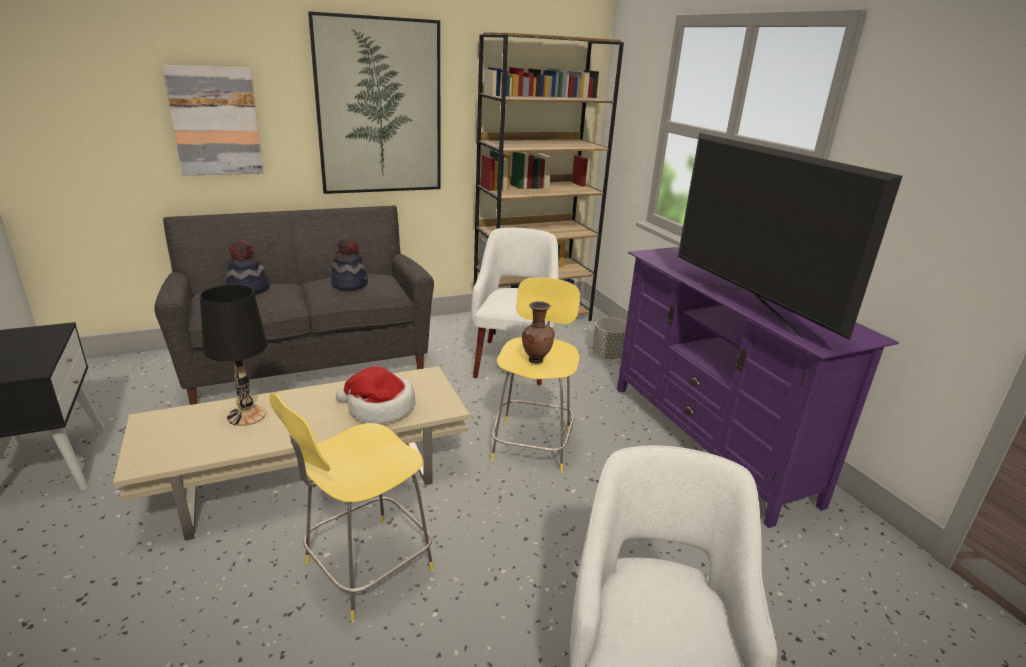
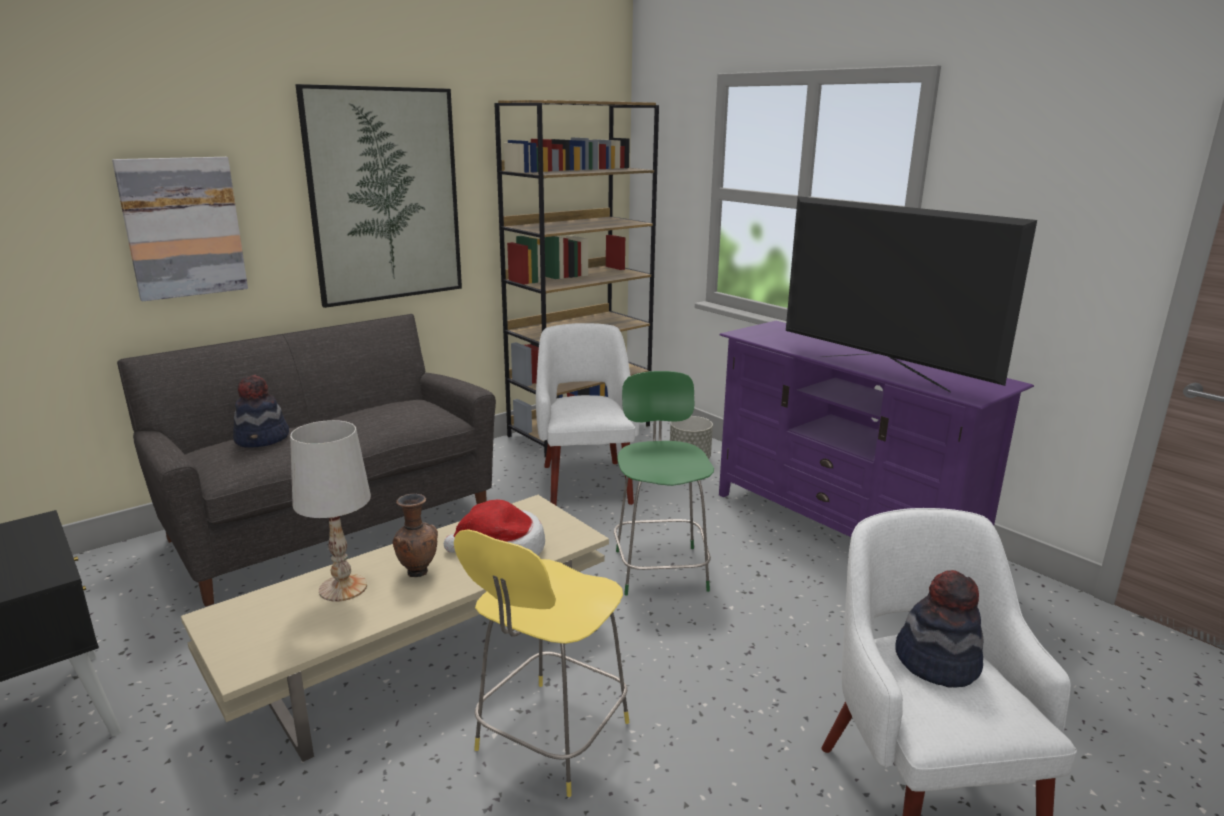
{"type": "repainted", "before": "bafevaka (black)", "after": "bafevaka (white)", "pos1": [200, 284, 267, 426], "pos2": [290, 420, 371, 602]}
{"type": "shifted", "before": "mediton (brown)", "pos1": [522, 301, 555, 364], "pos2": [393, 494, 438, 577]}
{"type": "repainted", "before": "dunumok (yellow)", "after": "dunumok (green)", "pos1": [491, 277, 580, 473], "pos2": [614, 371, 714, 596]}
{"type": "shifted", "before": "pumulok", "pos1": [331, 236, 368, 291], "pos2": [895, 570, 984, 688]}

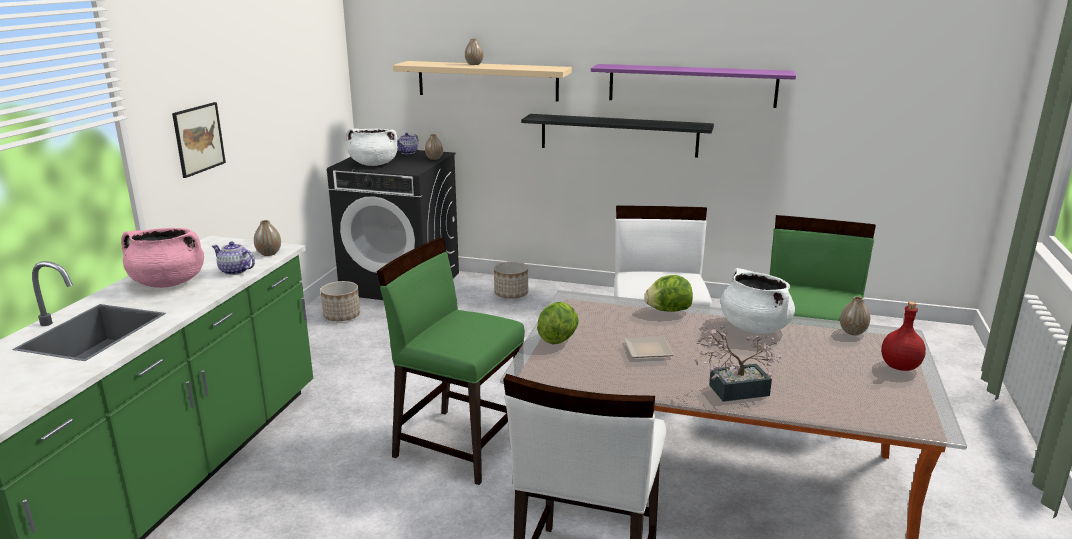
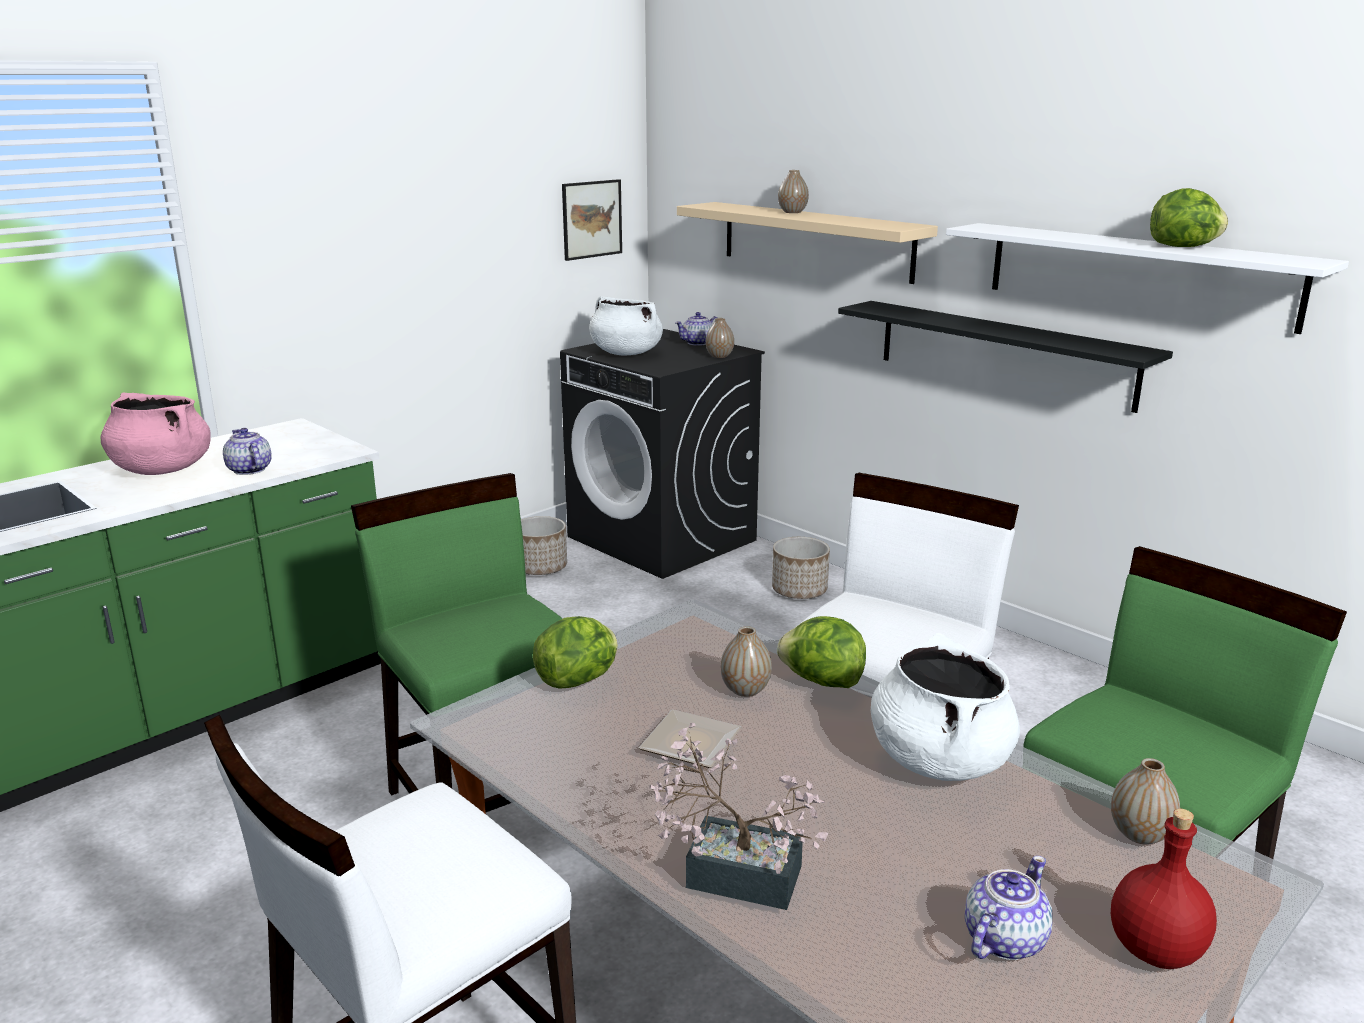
{"type": "shifted", "before": "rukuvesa", "pos1": [172, 102, 226, 178], "pos2": [562, 179, 622, 261]}
{"type": "shifted", "before": "mediton", "pos1": [254, 220, 281, 256], "pos2": [721, 626, 772, 697]}
{"type": "repainted", "before": "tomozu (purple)", "after": "tomozu (white)", "pos1": [591, 64, 796, 108], "pos2": [946, 223, 1349, 334]}
{"type": "new", "after": "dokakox", "pos2": [965, 856, 1052, 960]}
{"type": "new", "after": "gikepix", "pos2": [1150, 188, 1228, 247]}

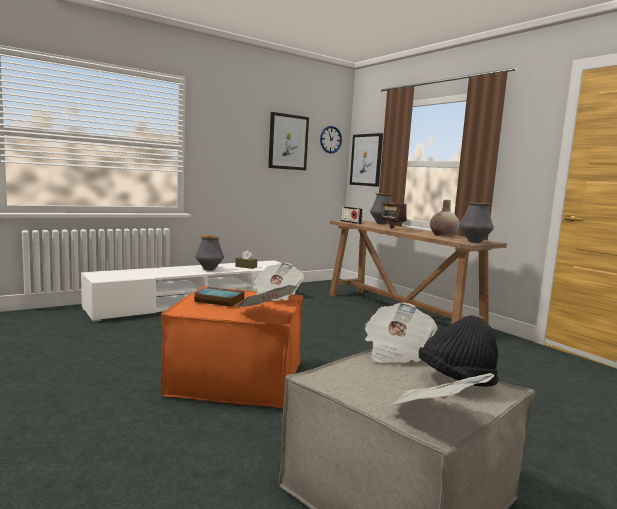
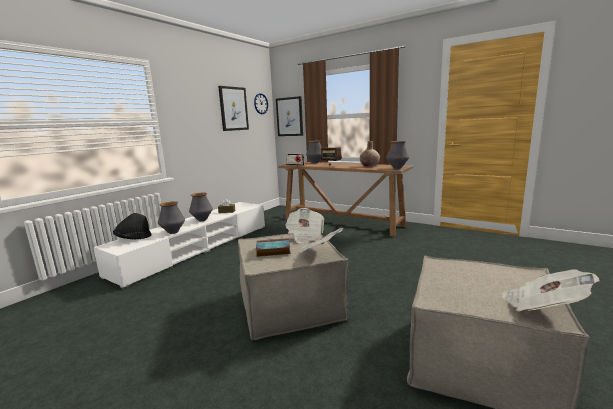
{"type": "shifted", "before": "pumulok (black)", "pos1": [419, 315, 498, 387], "pos2": [113, 213, 151, 240]}
{"type": "new", "after": "mediton", "pos2": [158, 201, 185, 234]}
{"type": "repainted", "before": "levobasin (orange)", "after": "levobasin (beige)", "pos1": [161, 286, 303, 409], "pos2": [238, 233, 349, 340]}
{"type": "gone", "before": "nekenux", "pos1": [365, 302, 437, 363]}

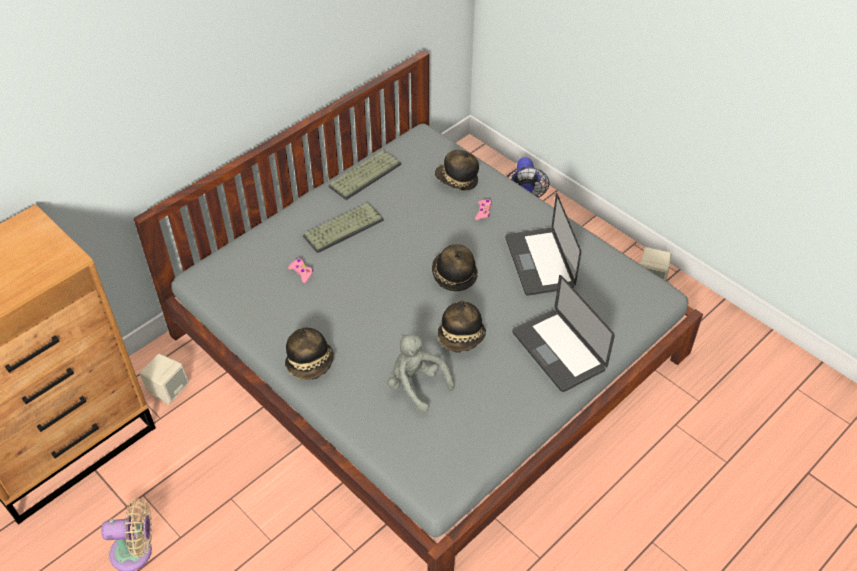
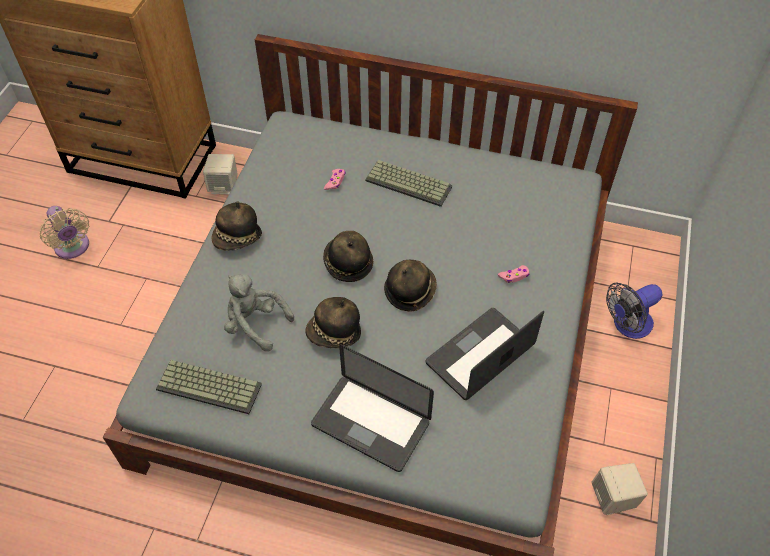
{"type": "shifted", "before": "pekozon", "pos1": [329, 150, 402, 200], "pos2": [156, 360, 262, 414]}
{"type": "rotated", "before": "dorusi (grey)", "pos1": [387, 334, 455, 413], "pos2": [224, 274, 294, 352], "turn": -75}
{"type": "rotated", "before": "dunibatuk", "pos1": [512, 275, 615, 392], "pos2": [311, 345, 434, 472], "turn": -90}
{"type": "shifted", "before": "pumulok", "pos1": [435, 150, 479, 191], "pos2": [323, 231, 373, 282]}

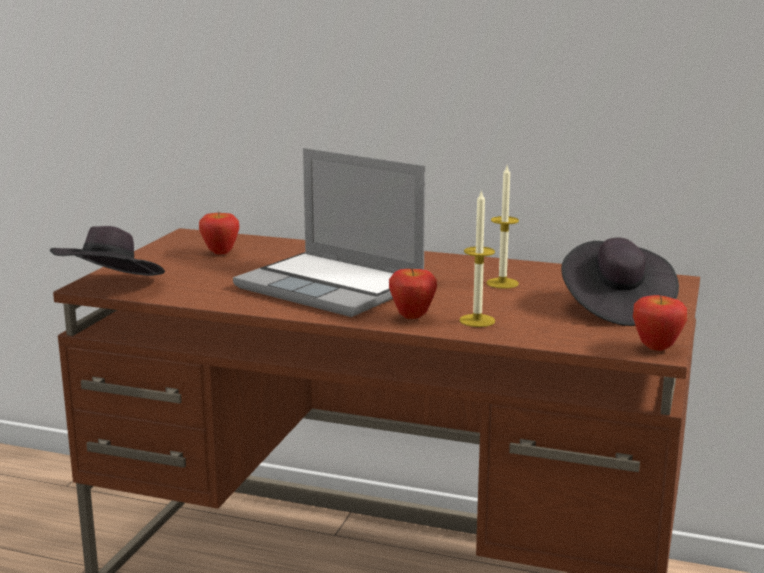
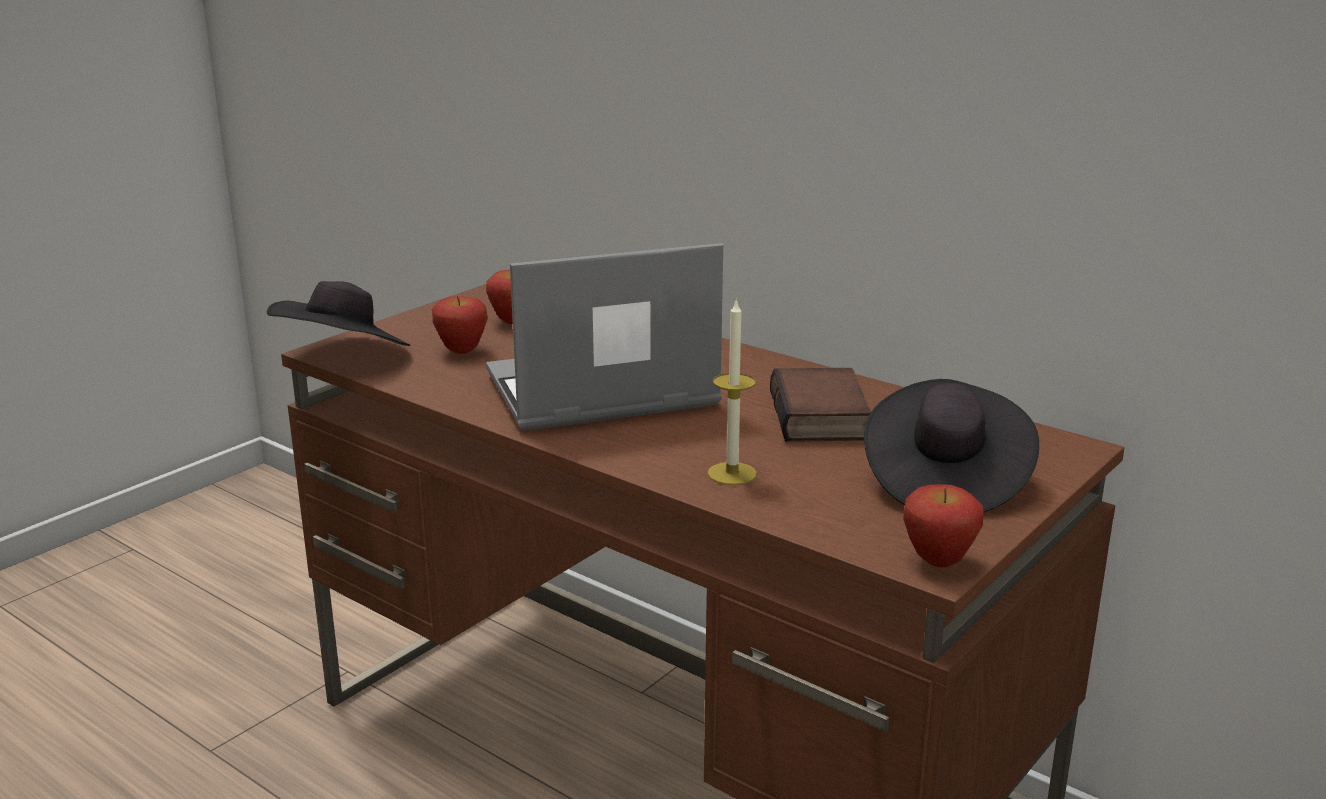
{"type": "shifted", "before": "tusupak", "pos1": [389, 268, 437, 319], "pos2": [432, 296, 488, 354]}
{"type": "rotated", "before": "dunibatuk", "pos1": [233, 148, 425, 317], "pos2": [486, 243, 723, 431], "turn": 105}
{"type": "swapped", "before": "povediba", "after": "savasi", "pos1": [486, 166, 519, 289], "pos2": [770, 368, 871, 442]}

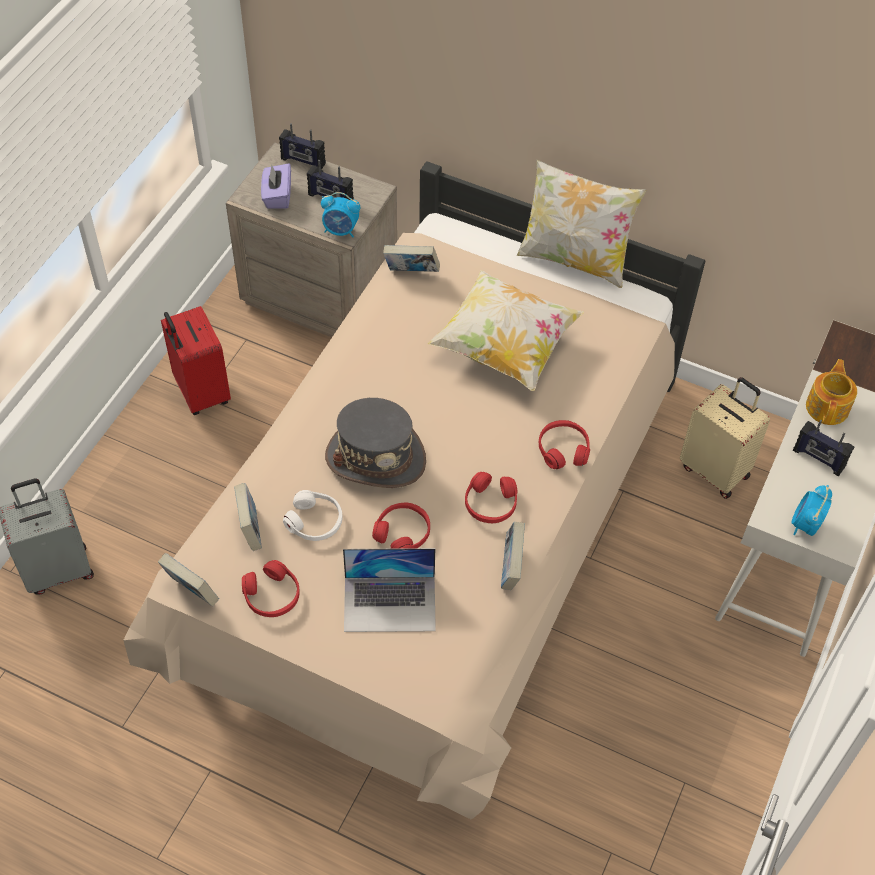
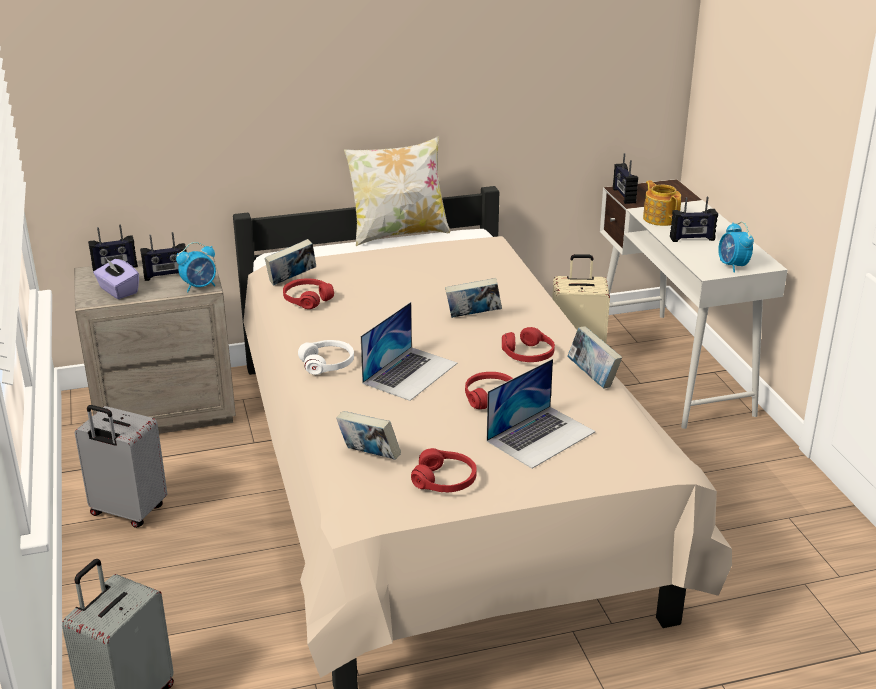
{"type": "repainted", "before": "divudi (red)", "after": "divudi (grey)", "pos1": [161, 306, 231, 415], "pos2": [75, 405, 167, 528]}
{"type": "shifted", "before": "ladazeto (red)", "pos1": [539, 420, 590, 469], "pos2": [283, 279, 334, 309]}
{"type": "shifted", "before": "ladazeto (white)", "pos1": [283, 490, 343, 541], "pos2": [298, 340, 354, 375]}
{"type": "swapped", "before": "pumulok (grey)", "after": "dunibatuk", "pos1": [325, 398, 426, 488], "pos2": [361, 302, 457, 401]}
{"type": "shifted", "before": "savasi", "pos1": [158, 553, 219, 606], "pos2": [445, 278, 502, 318]}
{"type": "new", "after": "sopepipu", "pos2": [613, 153, 638, 204]}
{"type": "gone", "before": "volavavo", "pos1": [427, 270, 584, 391]}

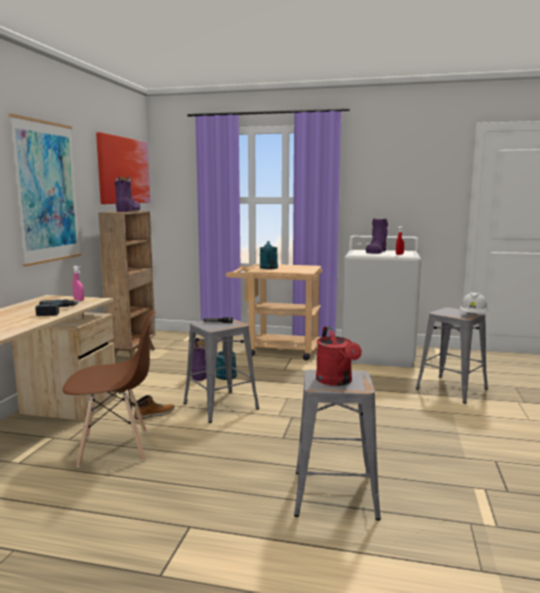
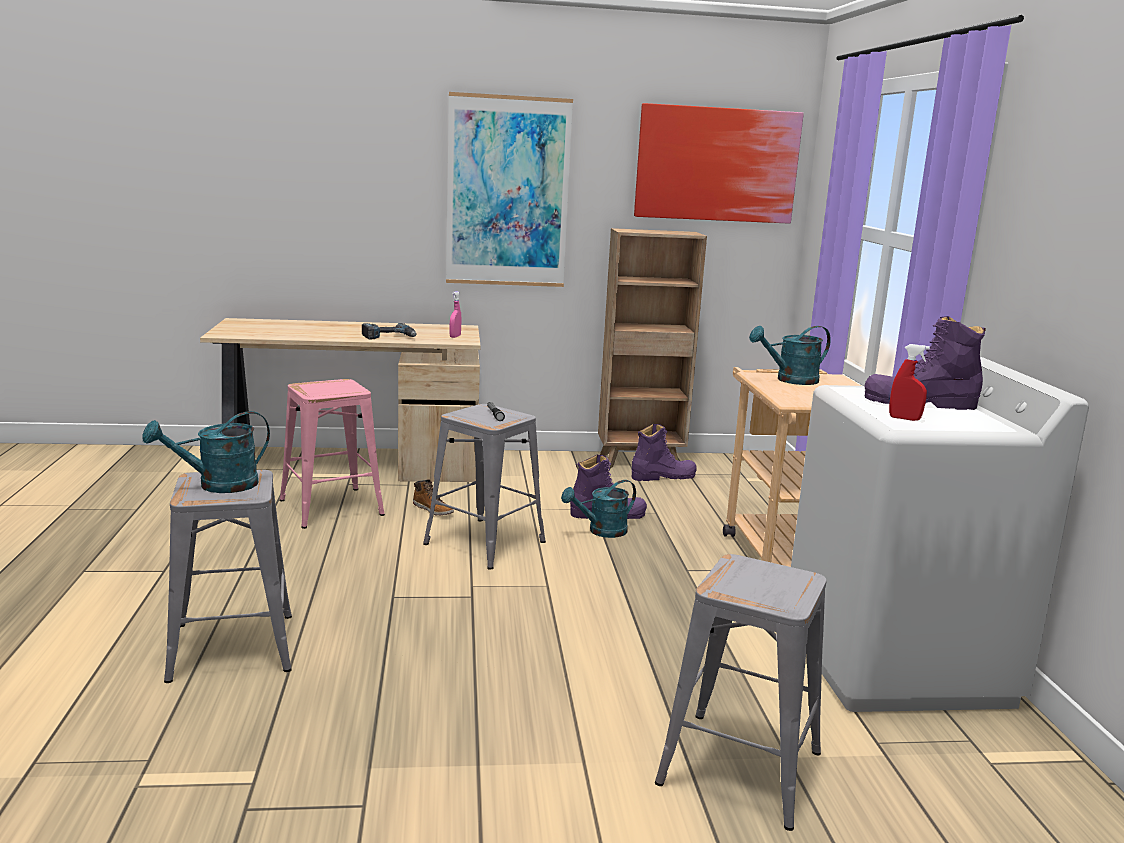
{"type": "repainted", "before": "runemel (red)", "after": "runemel (turquoise)", "pos1": [316, 326, 362, 386], "pos2": [142, 411, 270, 493]}
{"type": "swapped", "before": "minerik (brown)", "after": "dunumok (pink)", "pos1": [63, 310, 156, 468], "pos2": [279, 379, 385, 529]}
{"type": "shifted", "before": "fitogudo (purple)", "pos1": [115, 177, 140, 212], "pos2": [631, 424, 697, 481]}
{"type": "gone", "before": "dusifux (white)", "pos1": [460, 292, 488, 313]}

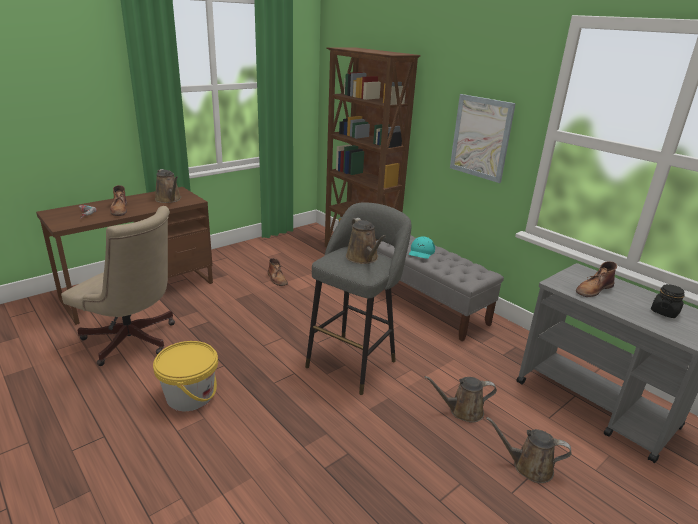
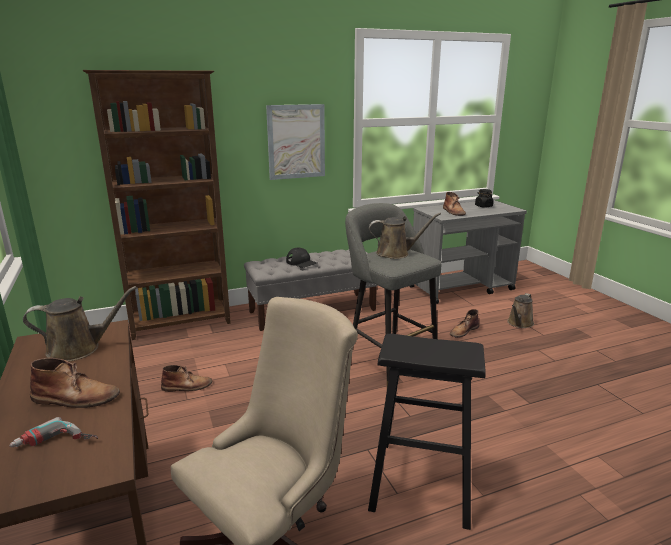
{"type": "repainted", "before": "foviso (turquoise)", "after": "foviso (black)", "pos1": [409, 237, 435, 259], "pos2": [286, 248, 317, 268]}
{"type": "swapped", "before": "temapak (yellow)", "after": "dunumok (black)", "pos1": [153, 341, 218, 411], "pos2": [368, 334, 486, 530]}
{"type": "swapped", "before": "runemel (brown)", "after": "fitogudo (brown)", "pos1": [424, 376, 497, 423], "pos2": [450, 309, 479, 338]}

